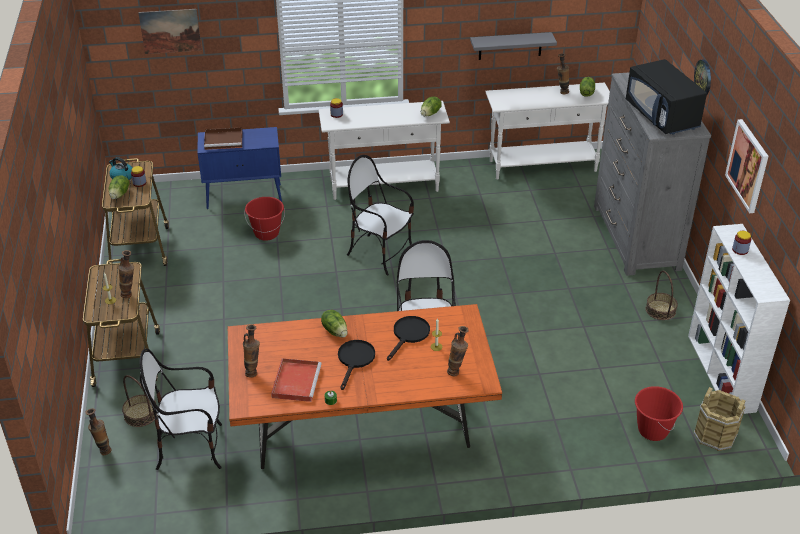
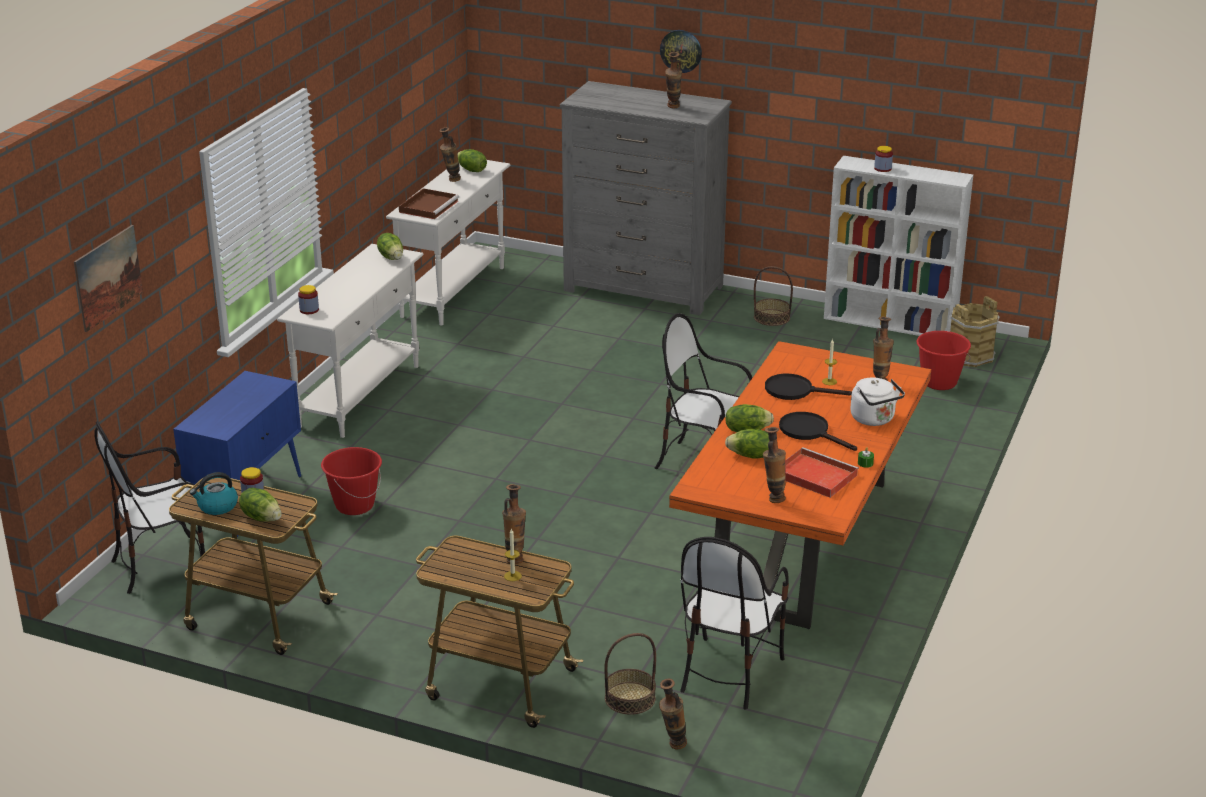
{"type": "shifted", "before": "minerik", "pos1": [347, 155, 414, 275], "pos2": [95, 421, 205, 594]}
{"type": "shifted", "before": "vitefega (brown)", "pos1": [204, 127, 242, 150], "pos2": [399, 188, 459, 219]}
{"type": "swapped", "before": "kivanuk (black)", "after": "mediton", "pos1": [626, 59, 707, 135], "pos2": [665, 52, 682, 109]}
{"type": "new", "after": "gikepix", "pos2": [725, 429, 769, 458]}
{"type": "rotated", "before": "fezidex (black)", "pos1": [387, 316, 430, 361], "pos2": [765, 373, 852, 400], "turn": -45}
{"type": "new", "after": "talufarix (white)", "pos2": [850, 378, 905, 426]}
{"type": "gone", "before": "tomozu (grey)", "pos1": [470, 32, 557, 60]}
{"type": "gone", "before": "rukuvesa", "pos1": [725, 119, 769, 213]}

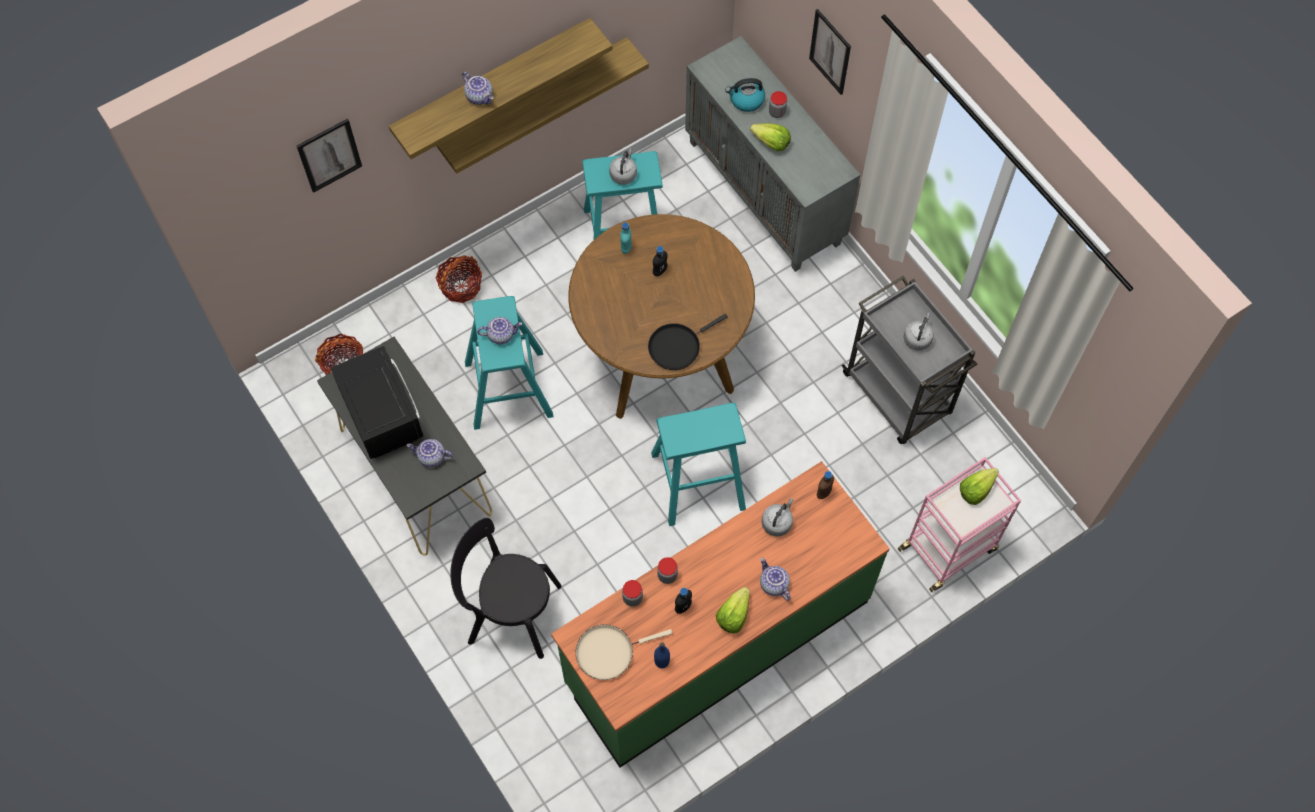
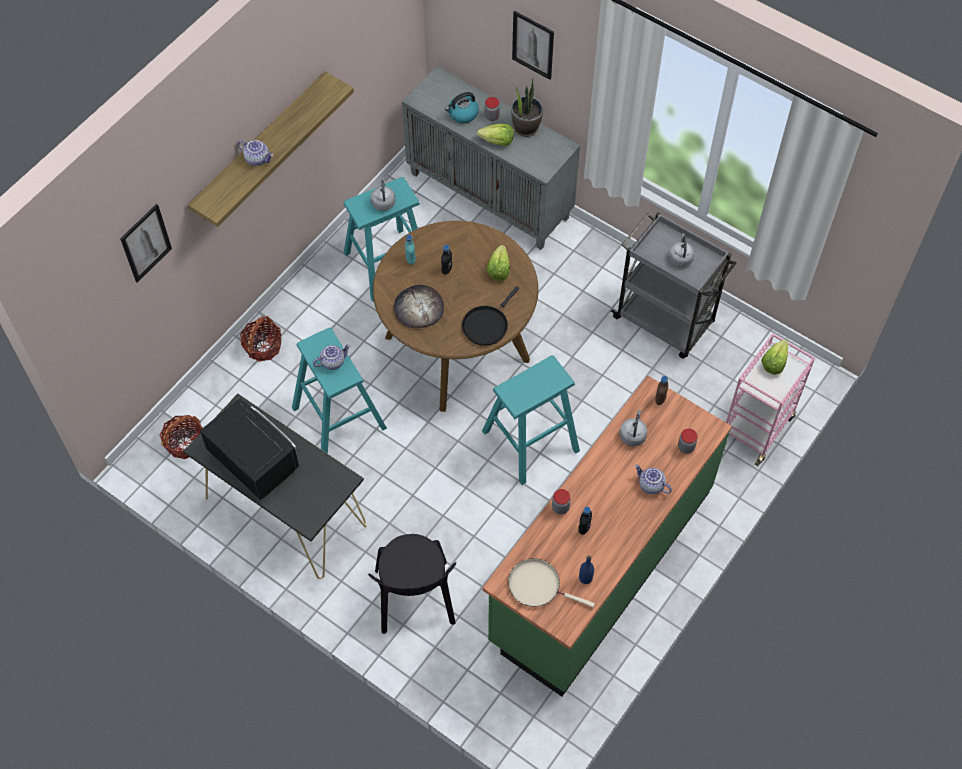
{"type": "rotated", "before": "minerik (black)", "pos1": [450, 518, 561, 659], "pos2": [368, 534, 456, 634], "turn": -90}
{"type": "new", "after": "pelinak", "pos2": [394, 285, 444, 328]}
{"type": "shifted", "before": "gikepix", "pos1": [716, 587, 750, 634], "pos2": [487, 245, 510, 281]}
{"type": "rotated", "before": "fezidex (beige)", "pos1": [575, 624, 672, 680], "pos2": [508, 558, 595, 608], "turn": 60}
{"type": "new", "after": "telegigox", "pos2": [511, 78, 543, 137]}
{"type": "shifted", "before": "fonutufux", "pos1": [622, 580, 643, 607], "pos2": [678, 429, 698, 454]}
{"type": "gone", "before": "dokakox", "pos1": [407, 439, 453, 467]}
{"type": "gone", "before": "tomozu", "pos1": [436, 37, 649, 174]}

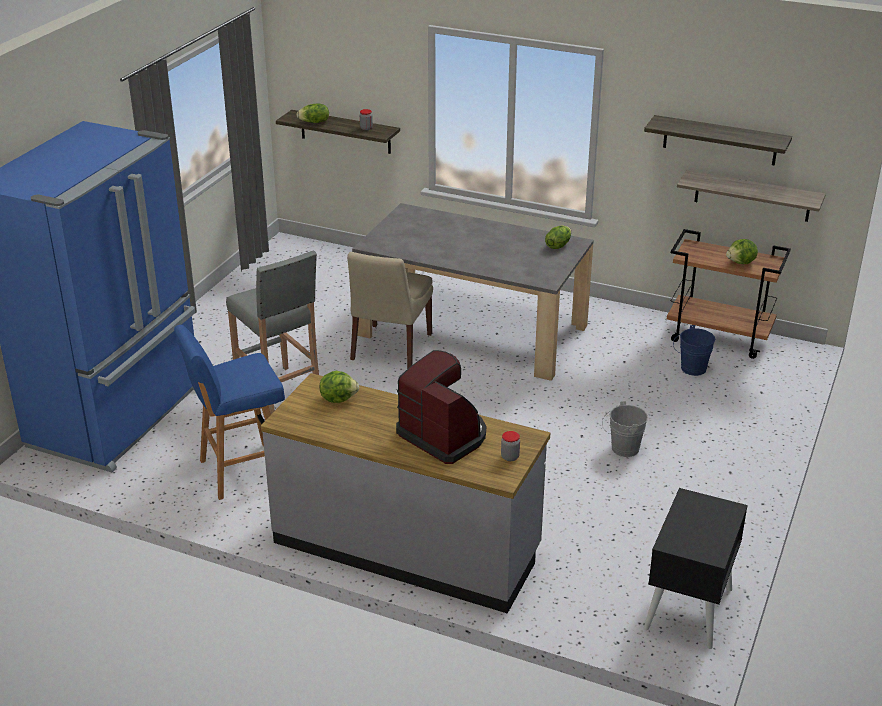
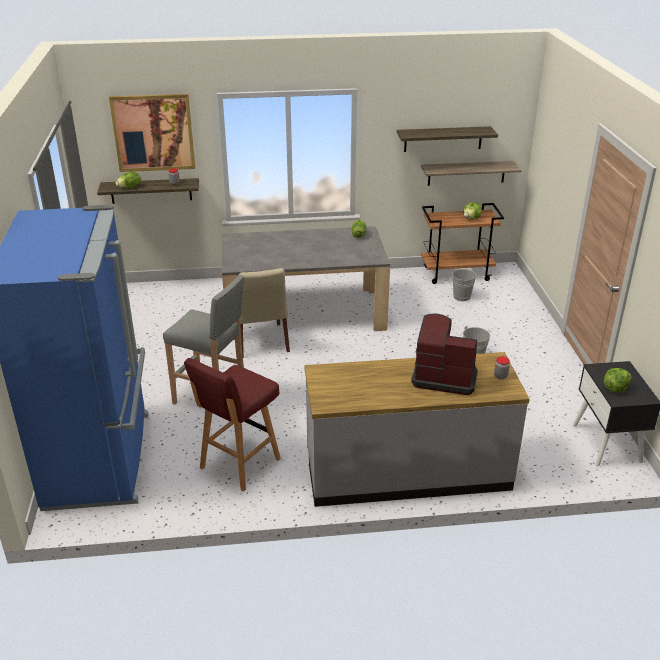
{"type": "new", "after": "rukuvesa", "pos2": [109, 94, 195, 172]}
{"type": "repainted", "before": "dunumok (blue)", "after": "dunumok (red)", "pos1": [174, 325, 285, 500], "pos2": [184, 358, 281, 492]}
{"type": "repainted", "before": "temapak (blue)", "after": "temapak (grey)", "pos1": [673, 325, 715, 376], "pos2": [448, 267, 476, 301]}
{"type": "shifted", "before": "gikepix", "pos1": [319, 371, 359, 403], "pos2": [603, 368, 631, 393]}

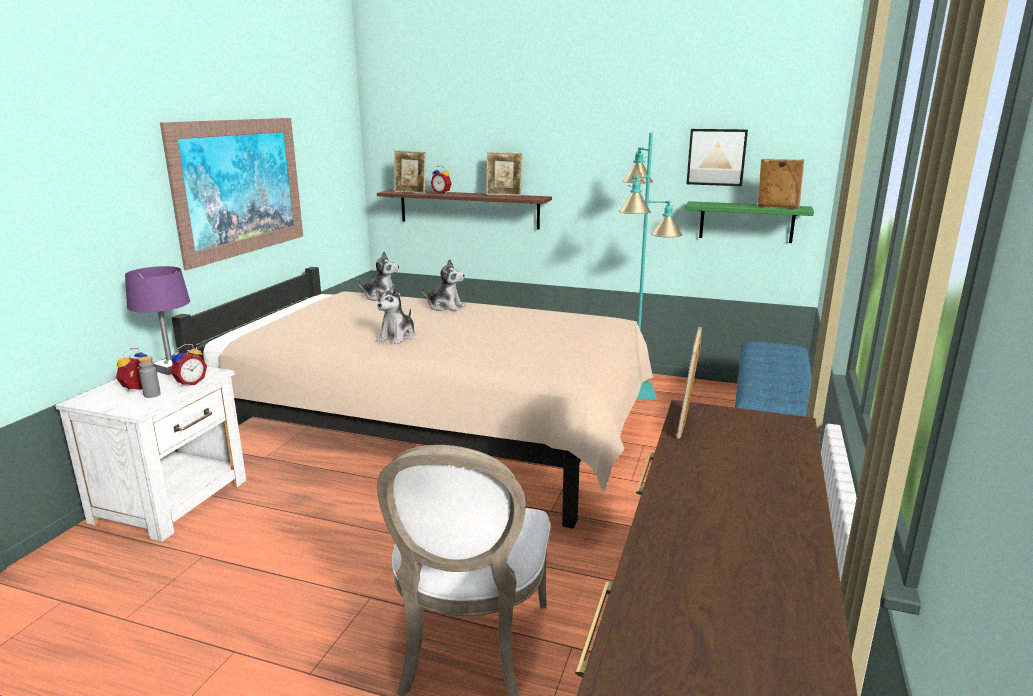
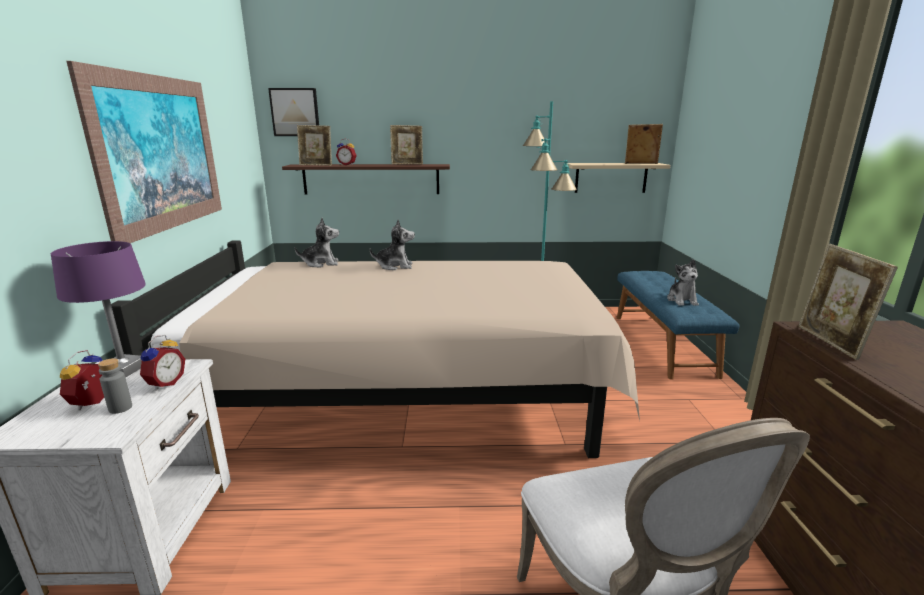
{"type": "shifted", "before": "rukuvesa", "pos1": [686, 129, 748, 186], "pos2": [268, 88, 319, 136]}
{"type": "repainted", "before": "tomozu (green)", "after": "tomozu (beige)", "pos1": [685, 201, 814, 243], "pos2": [567, 163, 670, 193]}
{"type": "shifted", "before": "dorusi", "pos1": [376, 284, 416, 344], "pos2": [667, 259, 699, 306]}

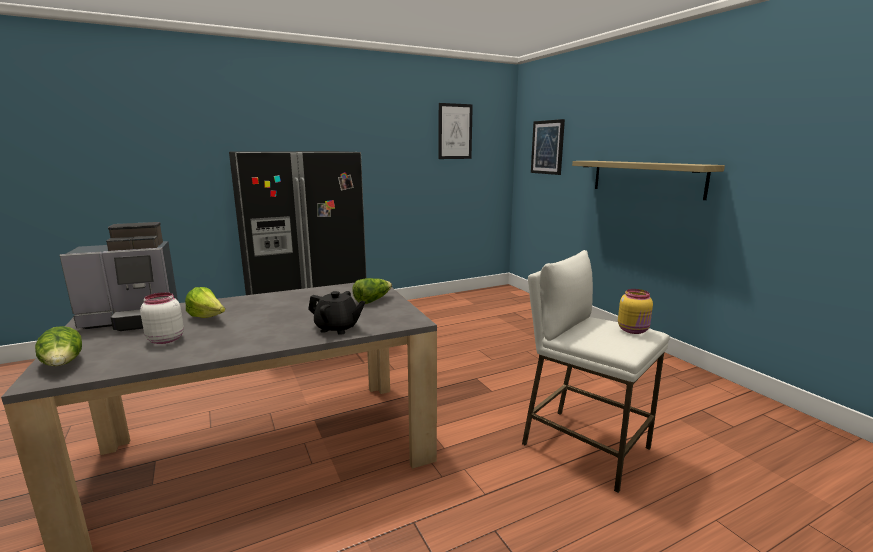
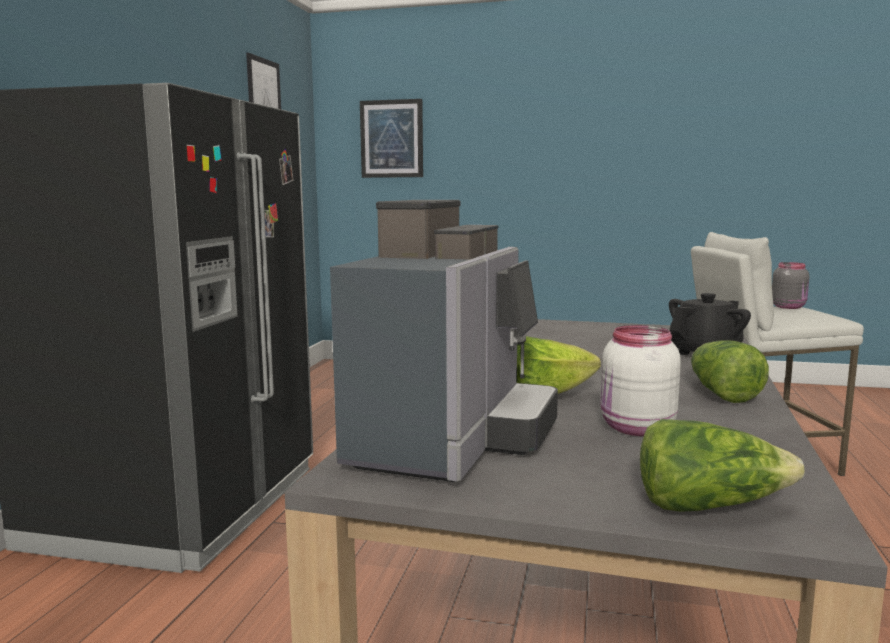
{"type": "shifted", "before": "gikepix", "pos1": [352, 278, 392, 304], "pos2": [691, 340, 769, 403]}
{"type": "repainted", "before": "fonutufux (yellow)", "after": "fonutufux (grey)", "pos1": [618, 289, 653, 334], "pos2": [772, 262, 809, 309]}
{"type": "gone", "before": "tomozu", "pos1": [572, 161, 725, 200]}

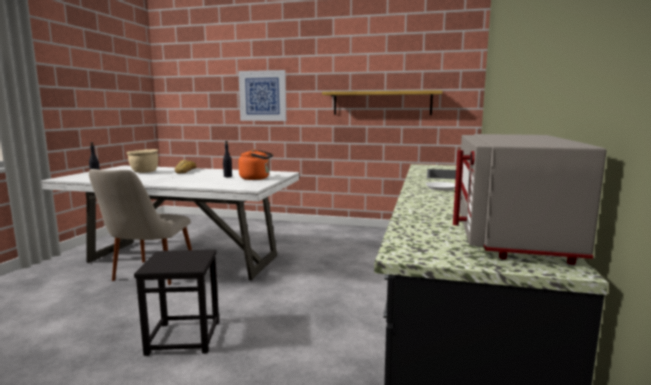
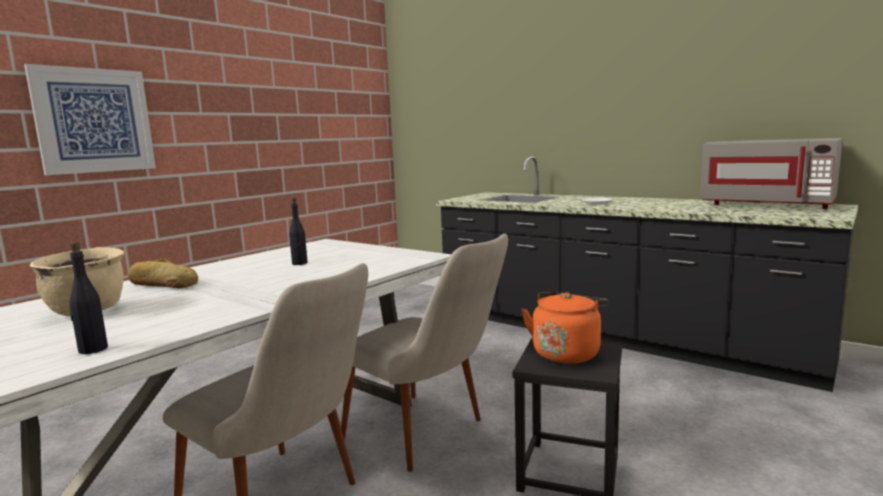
{"type": "new", "after": "minerik (beige)", "pos2": [341, 234, 508, 472]}
{"type": "shifted", "before": "talufarix (orange)", "pos1": [238, 149, 273, 180], "pos2": [521, 292, 608, 364]}
{"type": "gone", "before": "tomozu", "pos1": [322, 90, 442, 115]}

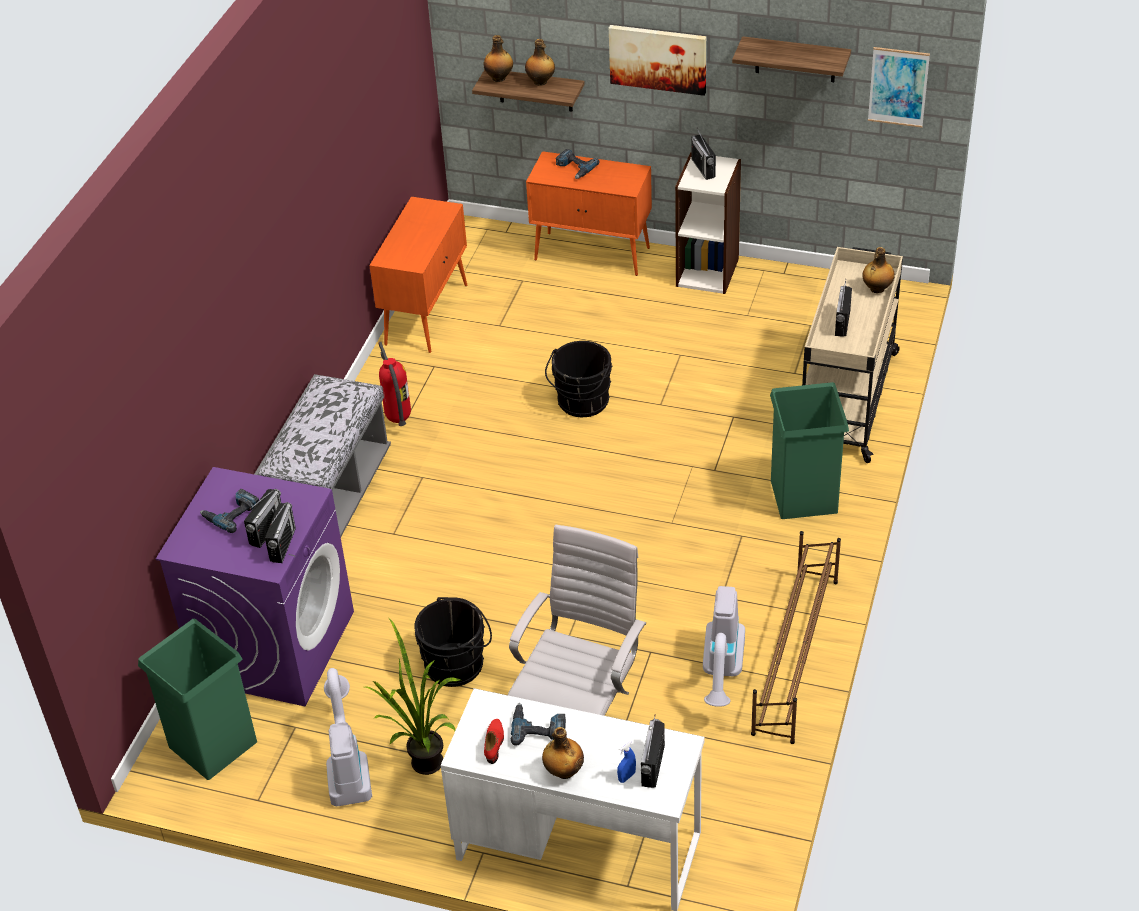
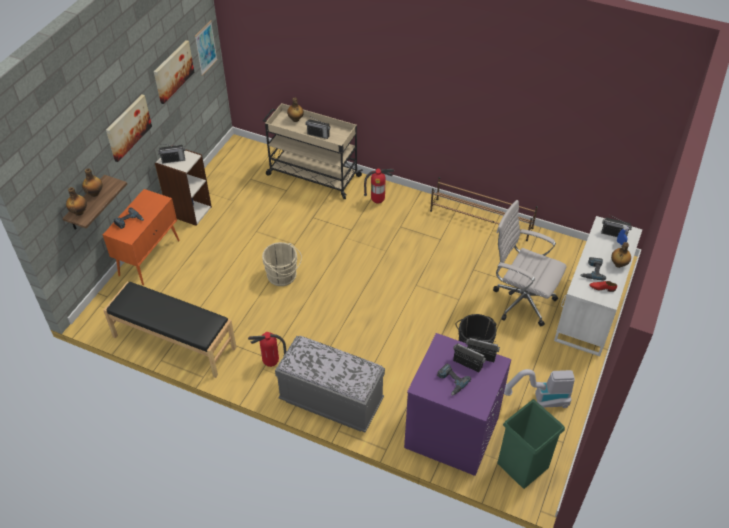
{"type": "swapped", "before": "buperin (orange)", "after": "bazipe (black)", "pos1": [369, 197, 467, 353], "pos2": [103, 281, 237, 378]}
{"type": "swapped", "before": "tomozu", "after": "rukuvesa", "pos1": [732, 36, 851, 82], "pos2": [154, 40, 194, 104]}
{"type": "repainted", "before": "temapak (black)", "after": "temapak (beige)", "pos1": [545, 341, 613, 417], "pos2": [262, 242, 302, 286]}
{"type": "swapped", "before": "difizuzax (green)", "after": "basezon", "pos1": [770, 382, 849, 519], "pos2": [364, 169, 395, 204]}
{"type": "gone", "before": "telegigox", "pos1": [365, 617, 463, 775]}
{"type": "gone", "before": "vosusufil", "pos1": [703, 586, 745, 707]}

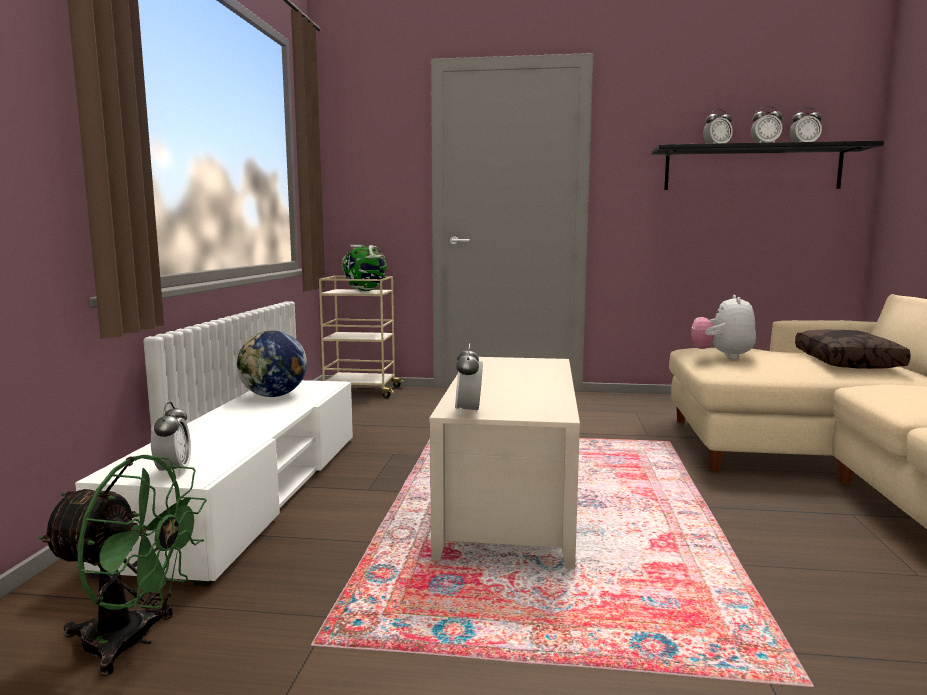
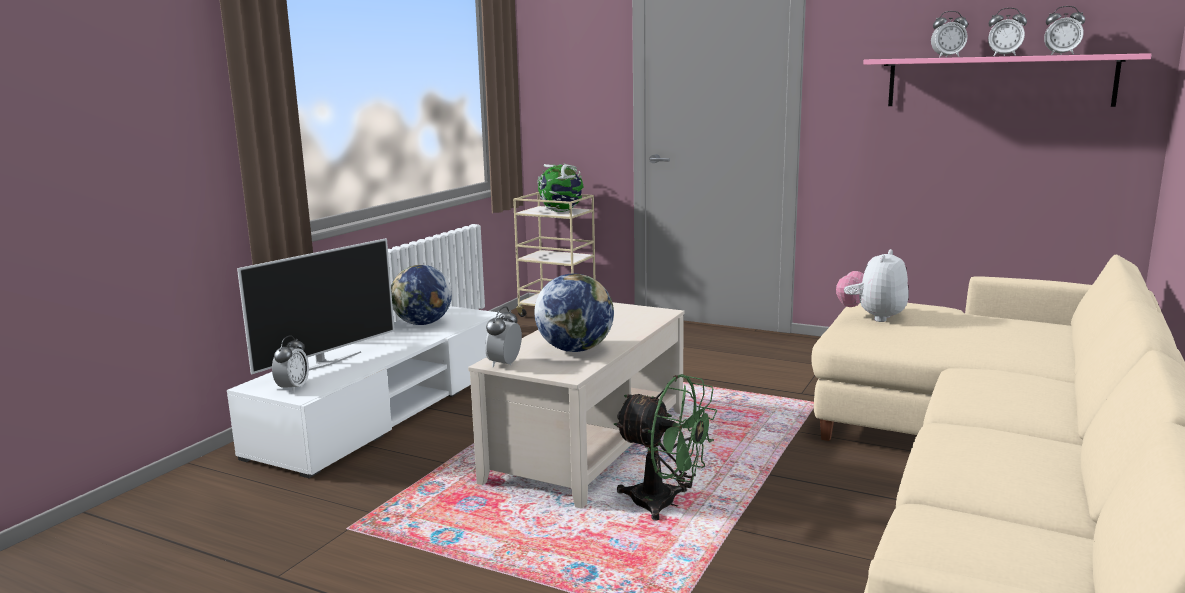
{"type": "new", "after": "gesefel", "pos2": [237, 238, 395, 374]}
{"type": "new", "after": "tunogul", "pos2": [534, 273, 614, 352]}
{"type": "shifted", "before": "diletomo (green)", "pos1": [39, 455, 207, 676], "pos2": [614, 374, 717, 521]}
{"type": "repainted", "before": "tomozu (black)", "after": "tomozu (pink)", "pos1": [651, 141, 884, 190], "pos2": [863, 53, 1152, 107]}
{"type": "gone", "before": "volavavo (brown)", "pos1": [795, 329, 911, 369]}

